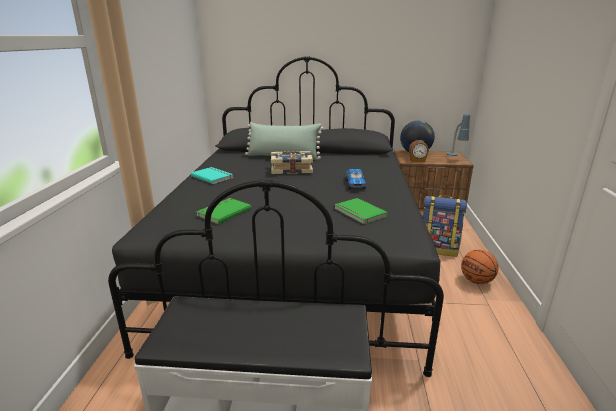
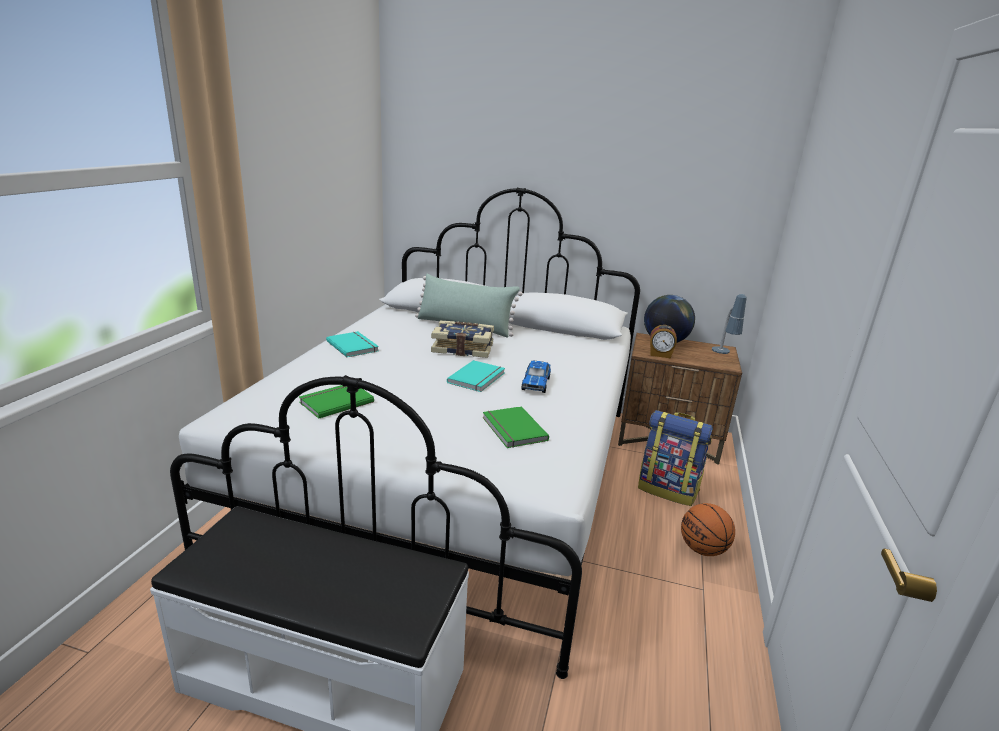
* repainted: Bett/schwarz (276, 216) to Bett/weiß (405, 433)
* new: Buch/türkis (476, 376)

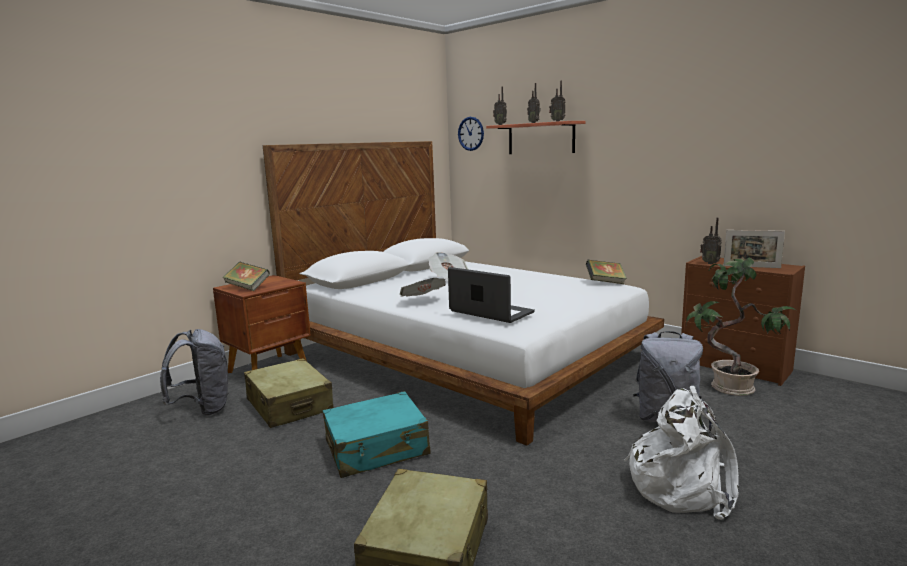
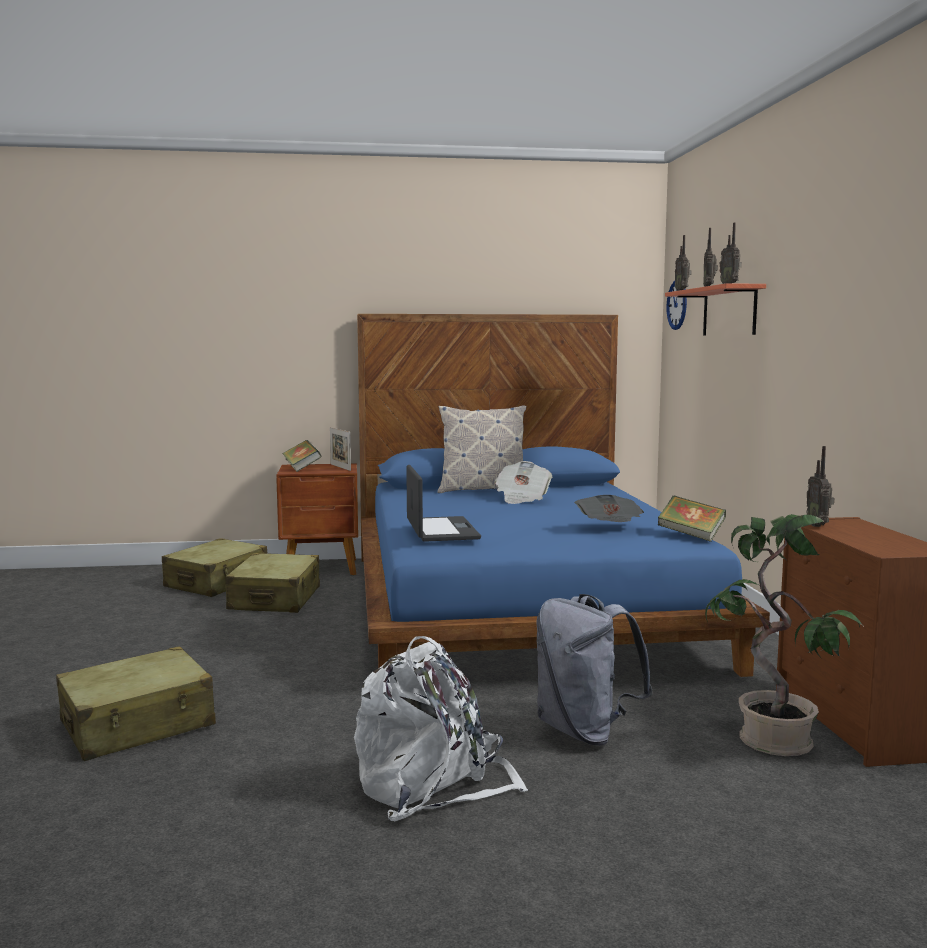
* swapped: Rucksack/grau (194, 372) to Koffer/beige (214, 567)
* shifted: Bilderrahmen (754, 249) to (340, 449)
* repainted: Bett/weiß (463, 293) to Bett/blau (563, 495)
* new: Kissen (481, 449)
* shifted: Zeitung (423, 287) to (609, 508)
* gone: Koffer/türkis (376, 434)

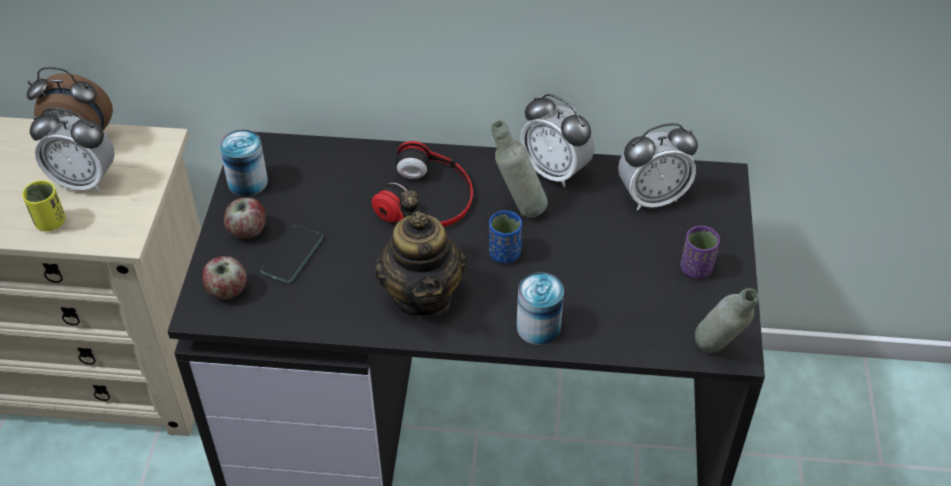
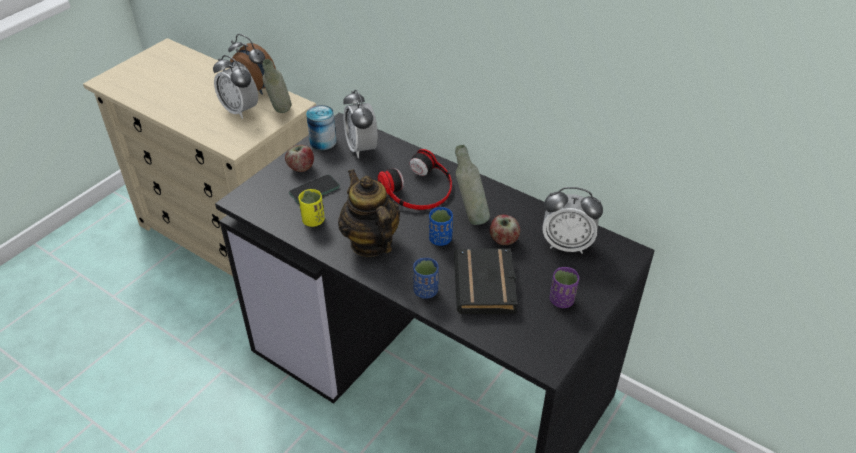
* shifted: Flasche/grau (727, 320) to (276, 86)
* shifted: Tasse/gelb (44, 205) to (311, 208)
* rotated: Teekanne (420, 254) = (369, 213) 135 degrees clockwise
* shifted: Wecker (557, 140) to (360, 124)
* swapped: Dose (540, 308) to Tasse/blau (426, 278)
* new: Buch/schwarz (486, 281)
* shifted: Apfel (224, 277) to (505, 230)

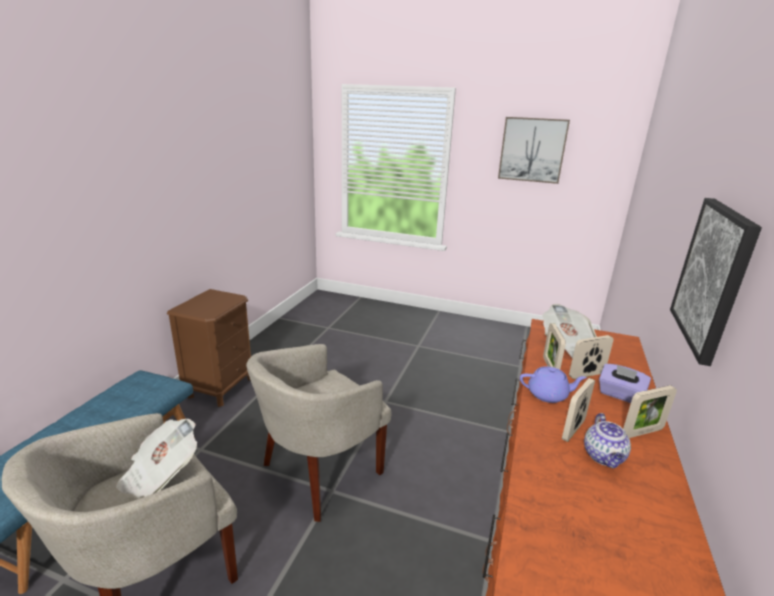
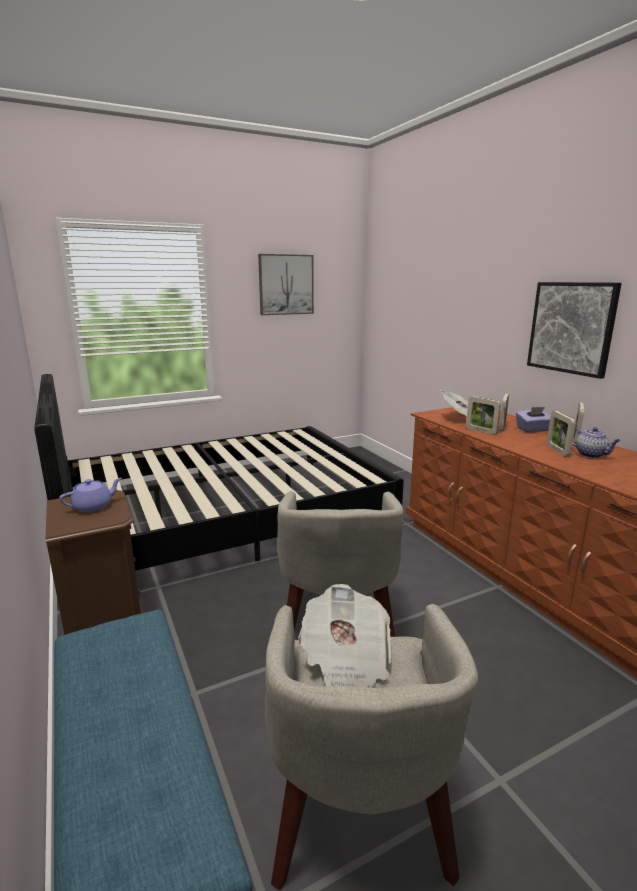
* new: Bett/schwarz (219, 472)
* shifted: Teekanne/lila (553, 384) to (90, 495)

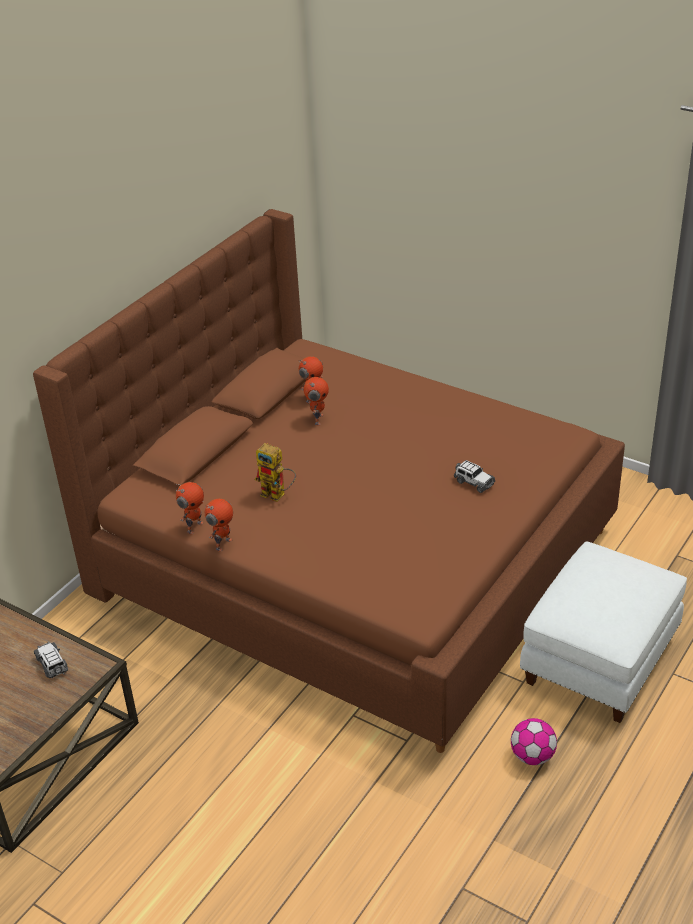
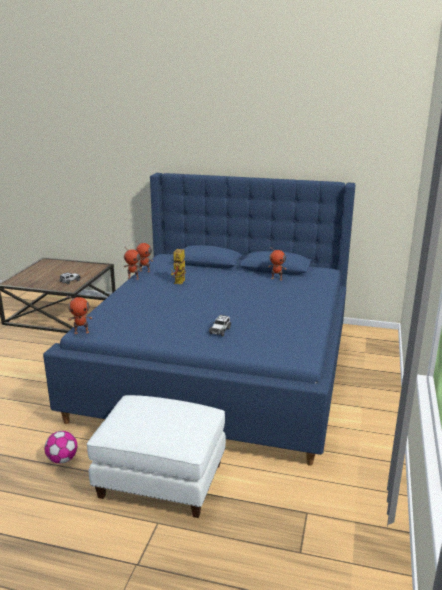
* repainted: Bett/braun (329, 481) to Bett/blau (199, 319)
* shifted: Spielzeugroboter (316, 401) to (79, 315)

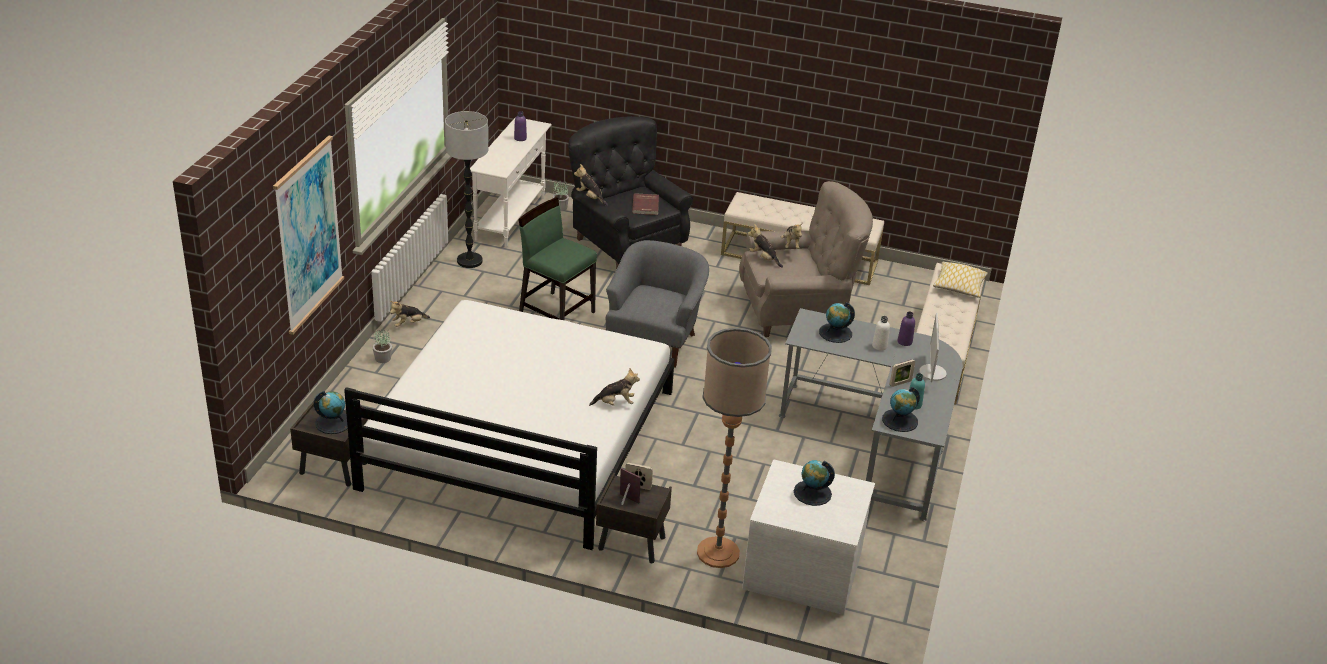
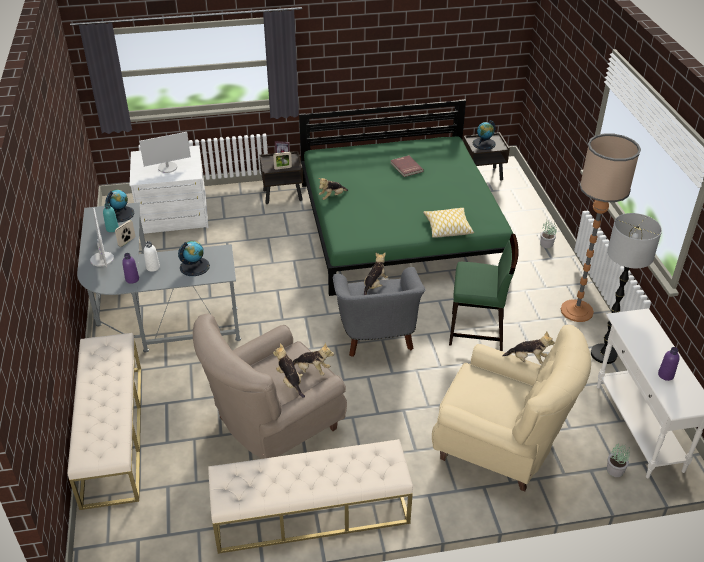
* swapped: Globus (814, 483) to Monitor (165, 152)
* repainted: Bett/weiß (509, 425) to Bett/grün (406, 197)
* shifted: Plüschtier (410, 314) to (376, 274)
* shifted: Buch/rot (645, 204) to (407, 166)
* shifted: Kissen (960, 280) to (448, 223)
* repainted: Sessel/schwarz (630, 193) to Sessel/beige (511, 408)
* shifted: Stehlampe (734, 448) to (601, 227)
* gone: Bild (308, 235)

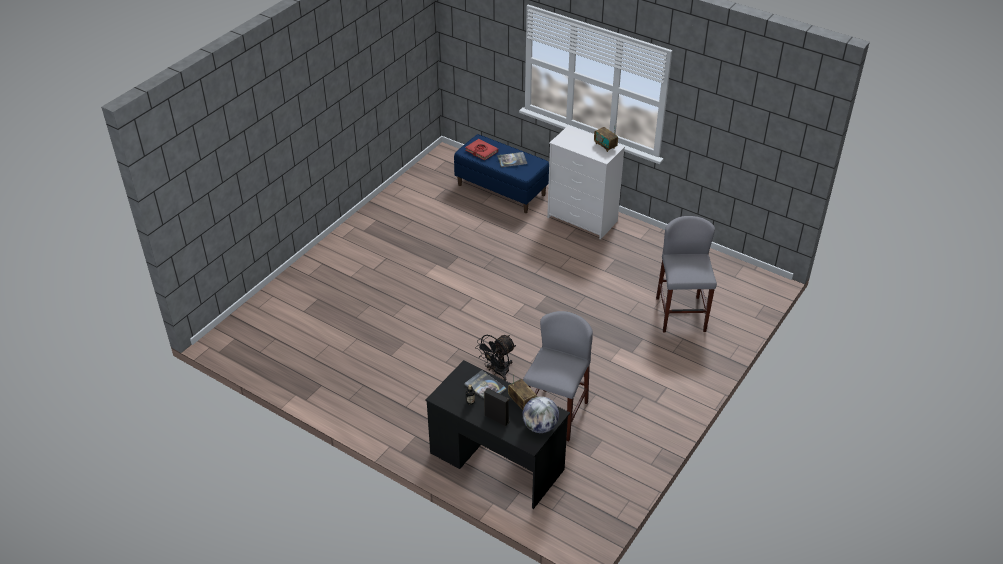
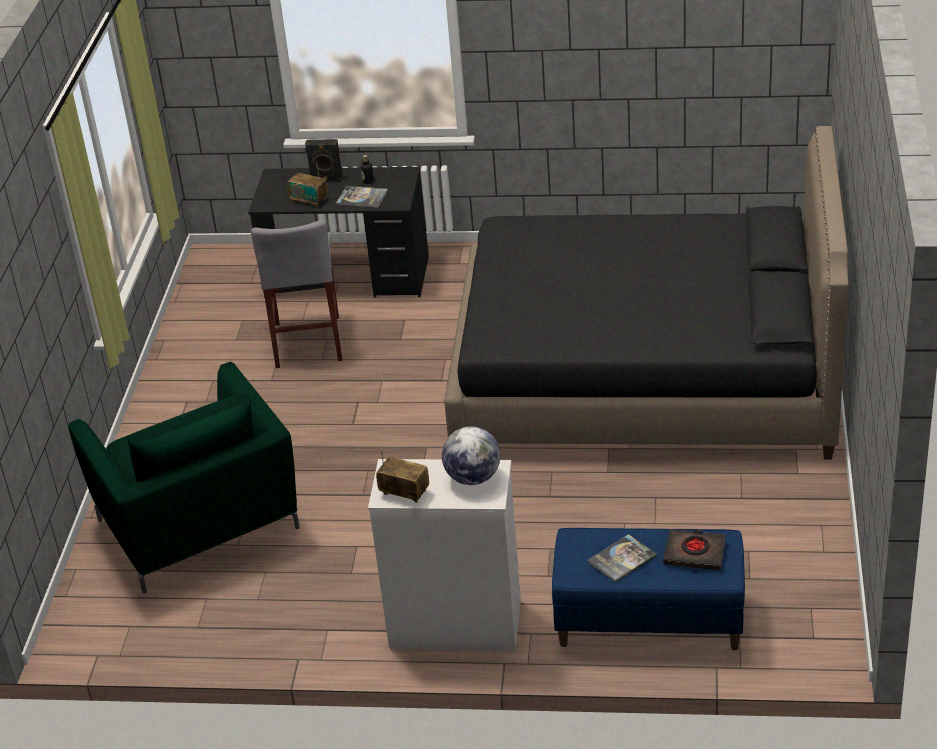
* swapped: Hocker/grau (686, 274) to Sessel/grün (183, 477)
* shifted: Globus (541, 414) to (471, 455)
* new: Bett/schwarz (646, 292)
* repainted: Buch/rot (481, 149) to Buch/schwarz (694, 549)
* gone: Ventilator/schwarz (495, 358)

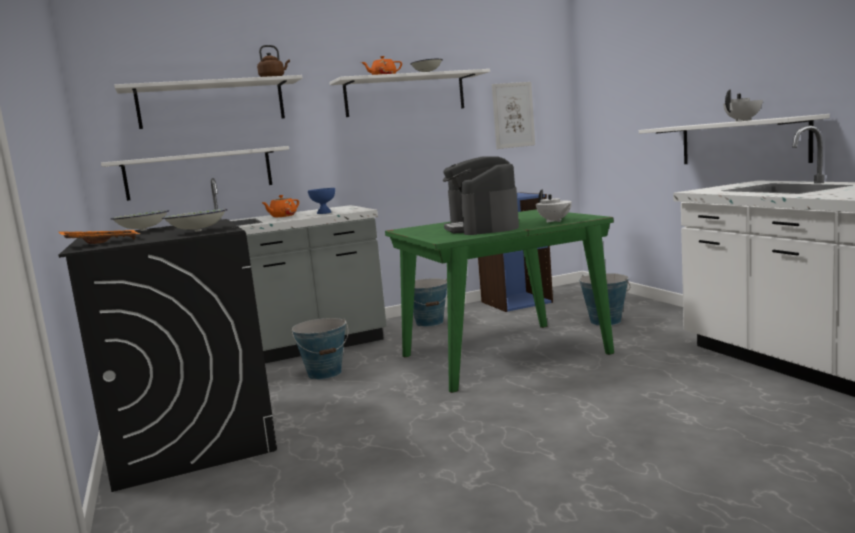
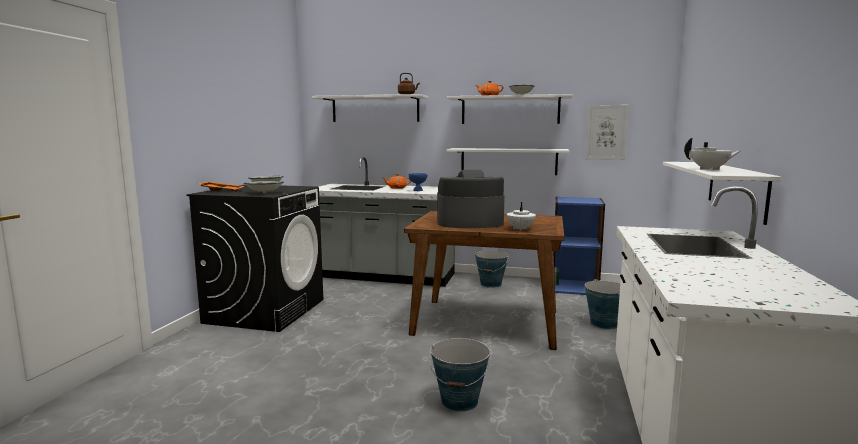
* repainted: Esstisch/grün (499, 301) to Esstisch/braun (484, 280)
* shifted: Eimer (319, 349) to (460, 375)
* rotated: Kaffeemaschine (481, 195) = (471, 199) 60 degrees clockwise
* shifted: Wandregal/weiß (195, 173) to (508, 161)

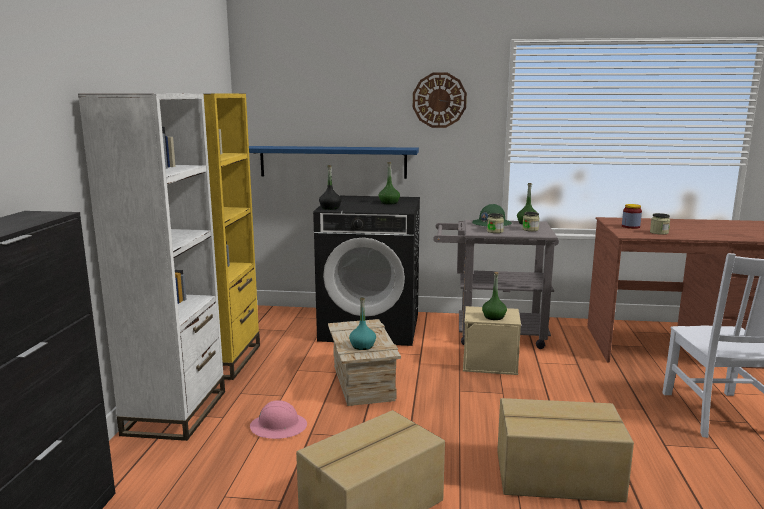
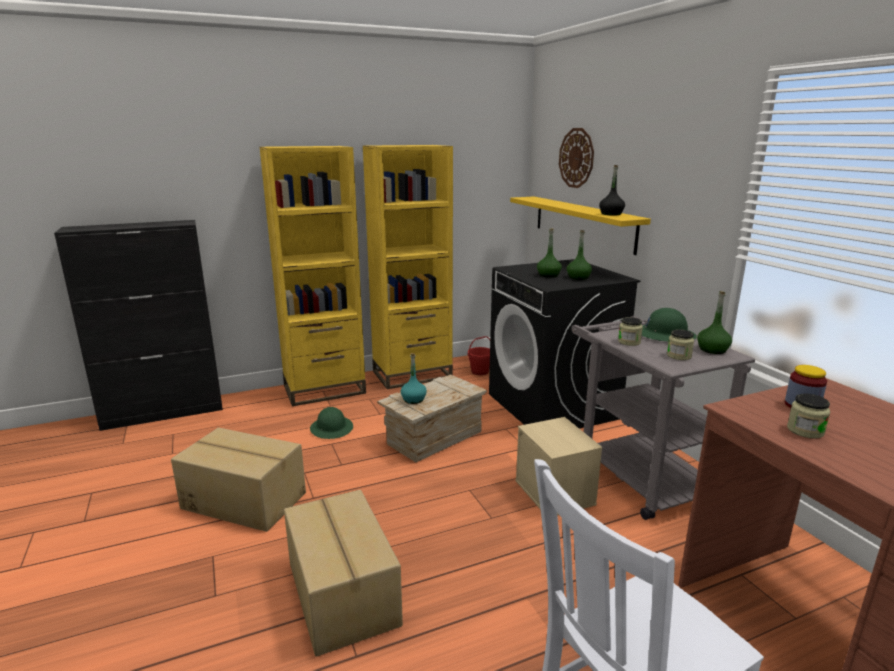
* repainted: Bücherregal/weiß (151, 267) to Bücherregal/gelb (312, 276)
* repainted: Schutzhelm/rosa (278, 419) to Schutzhelm/grün (331, 423)
* new: Eimer/rot (479, 355)
* repainted: Wandregal/blau (334, 162) to Wandregal/gelb (580, 225)
* shifted: Flasche/grün (494, 296) to (549, 252)
* shifted: Wanduhr (440, 100) to (576, 158)
* shifted: Flasche/schwarz (330, 187) to (612, 190)

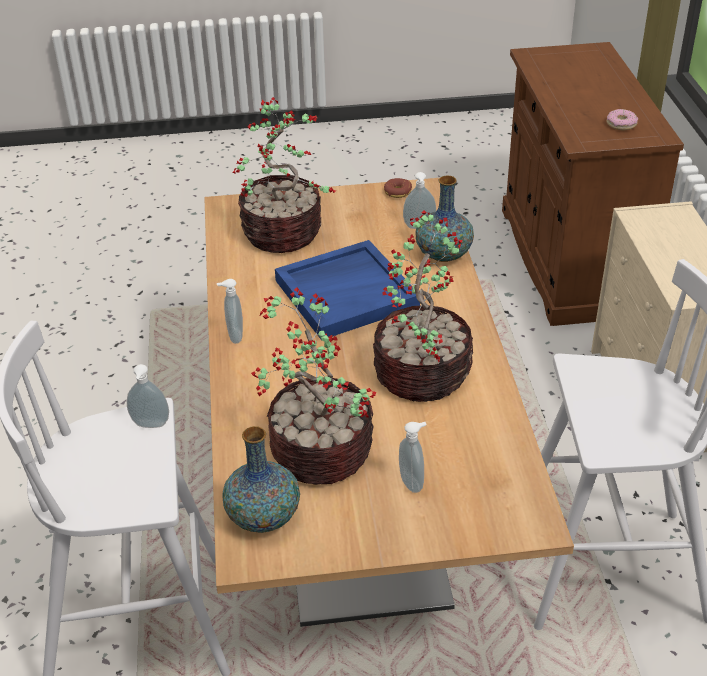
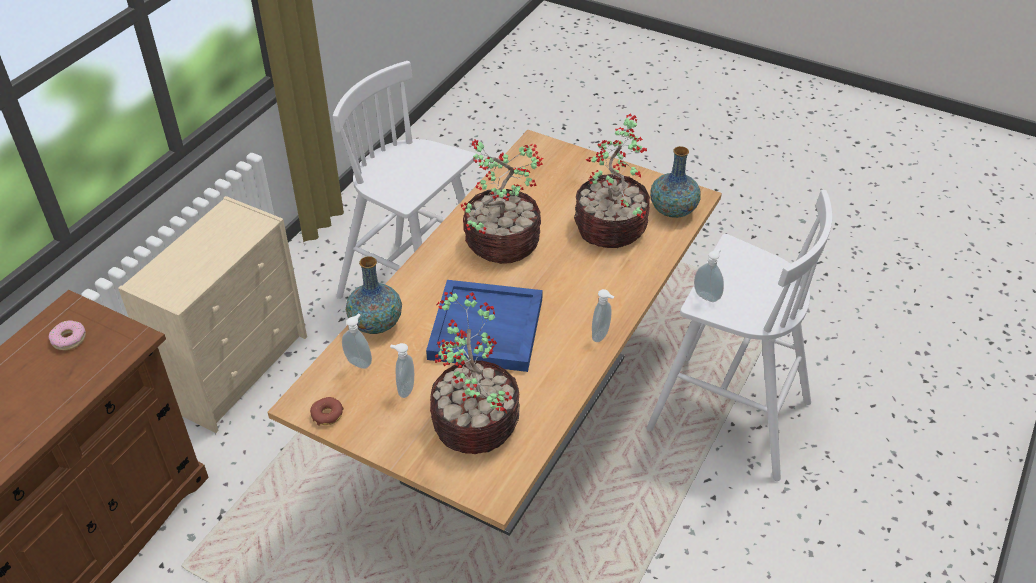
* shifted: Seifenspender (413, 457) to (402, 370)

